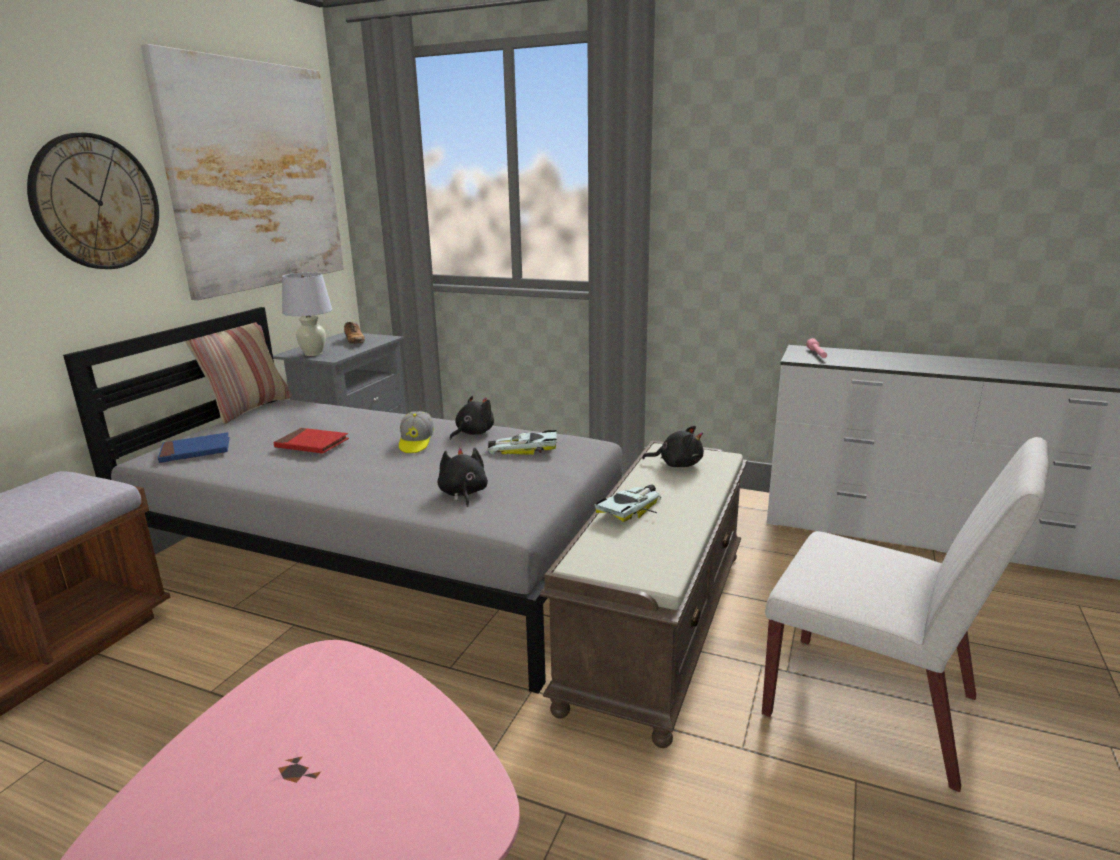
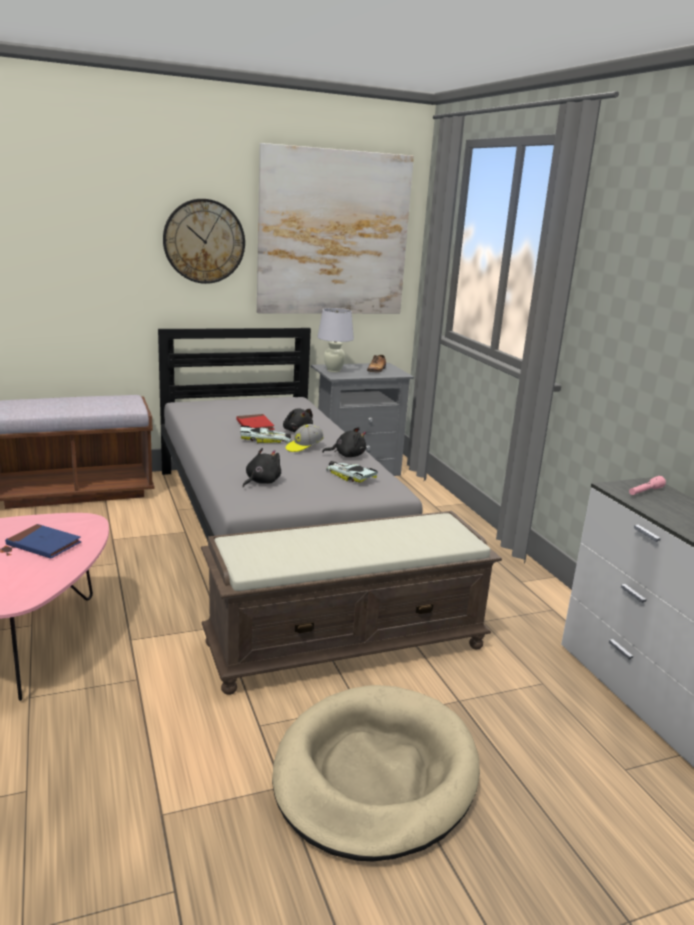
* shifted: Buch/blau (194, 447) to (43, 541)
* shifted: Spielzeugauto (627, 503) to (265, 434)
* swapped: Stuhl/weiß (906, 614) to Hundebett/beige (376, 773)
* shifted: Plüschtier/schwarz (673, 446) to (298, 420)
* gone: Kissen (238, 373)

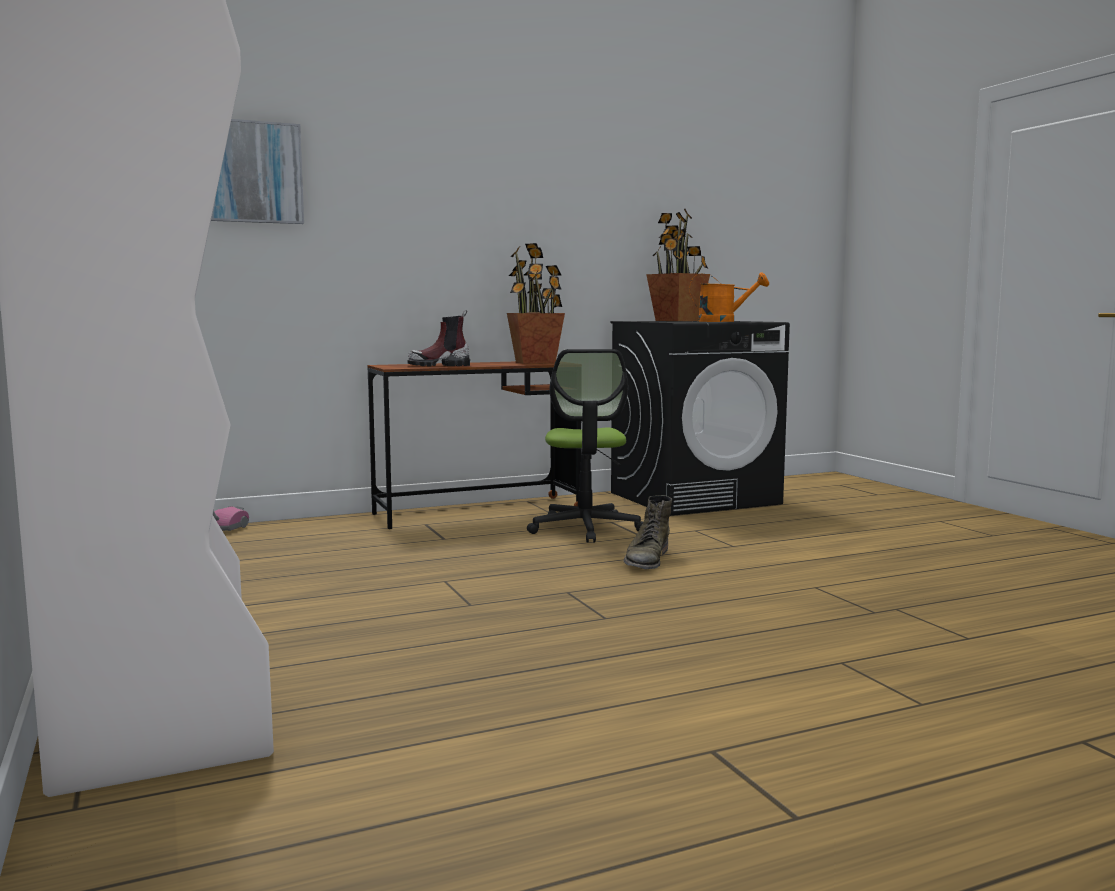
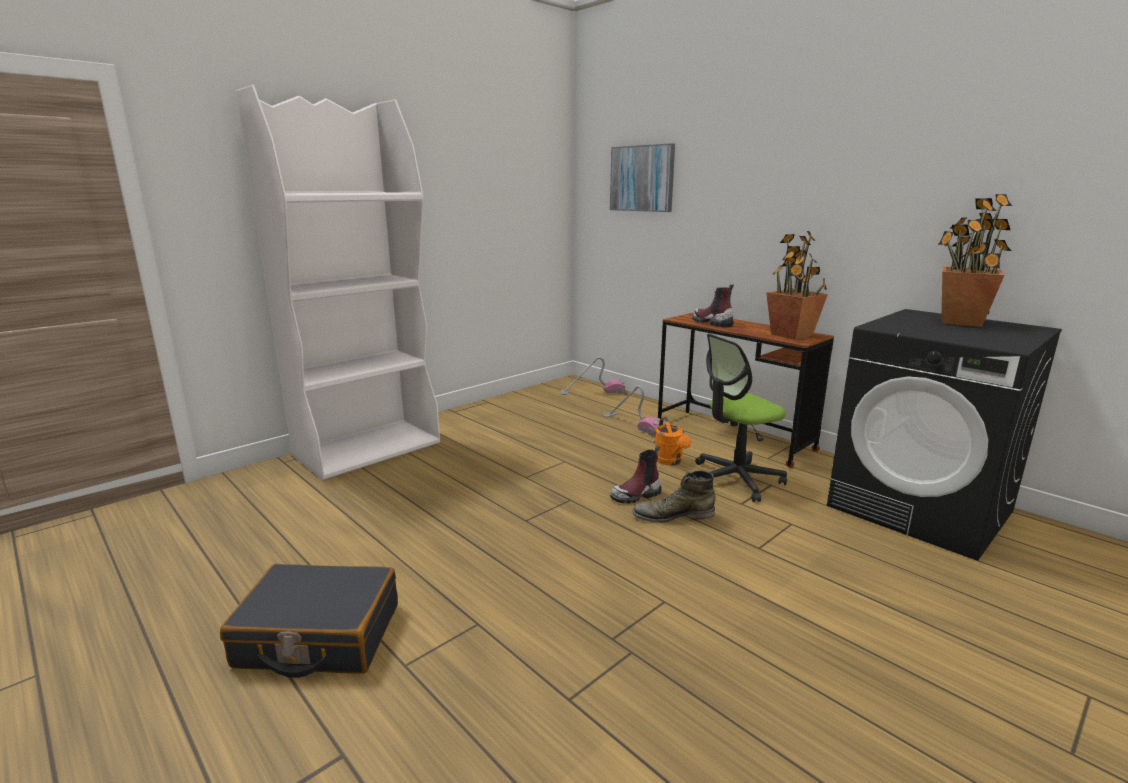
* new: Koffer/schwarz (309, 621)
* new: Staubsauger (634, 410)
* new: Stiefel (636, 474)
* shifted: Gießkanne/orange (729, 297) to (673, 441)

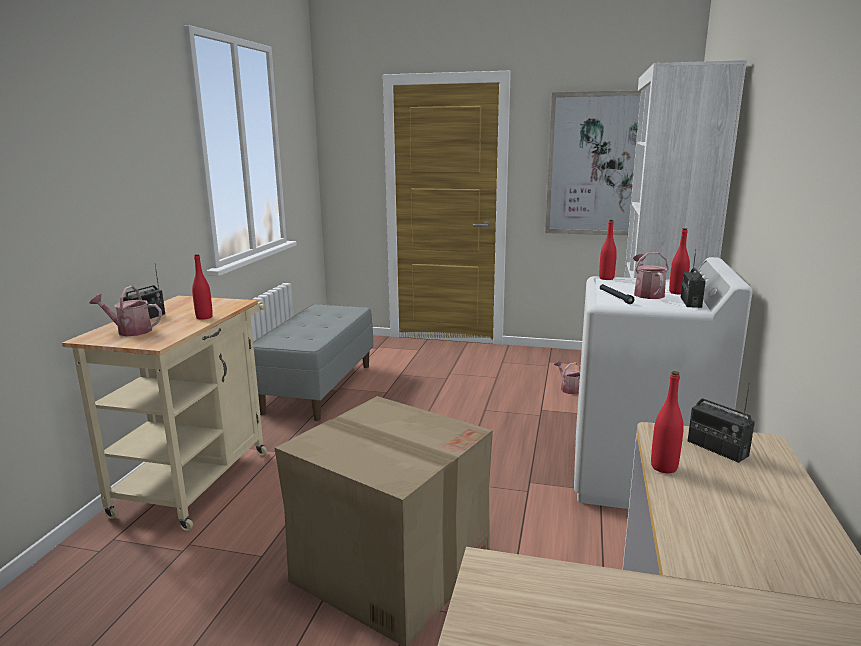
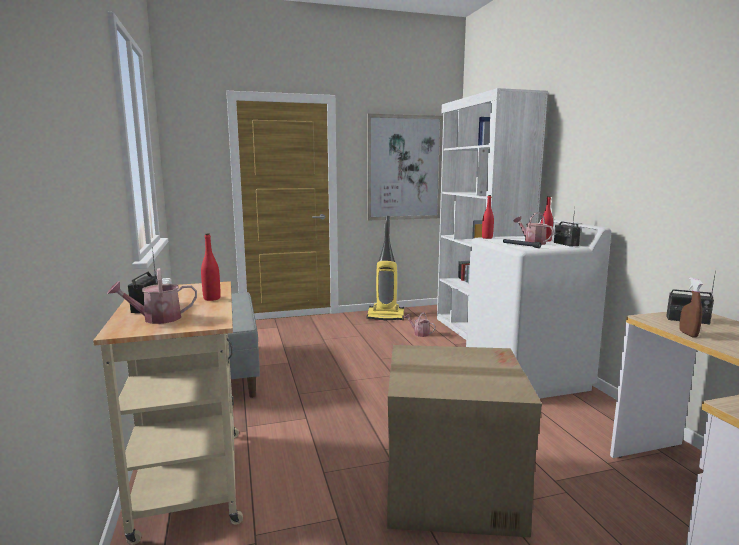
* new: Staubsauger (385, 268)
* swapped: Flasche/rot (667, 422) to Sprühflasche/braun (691, 307)

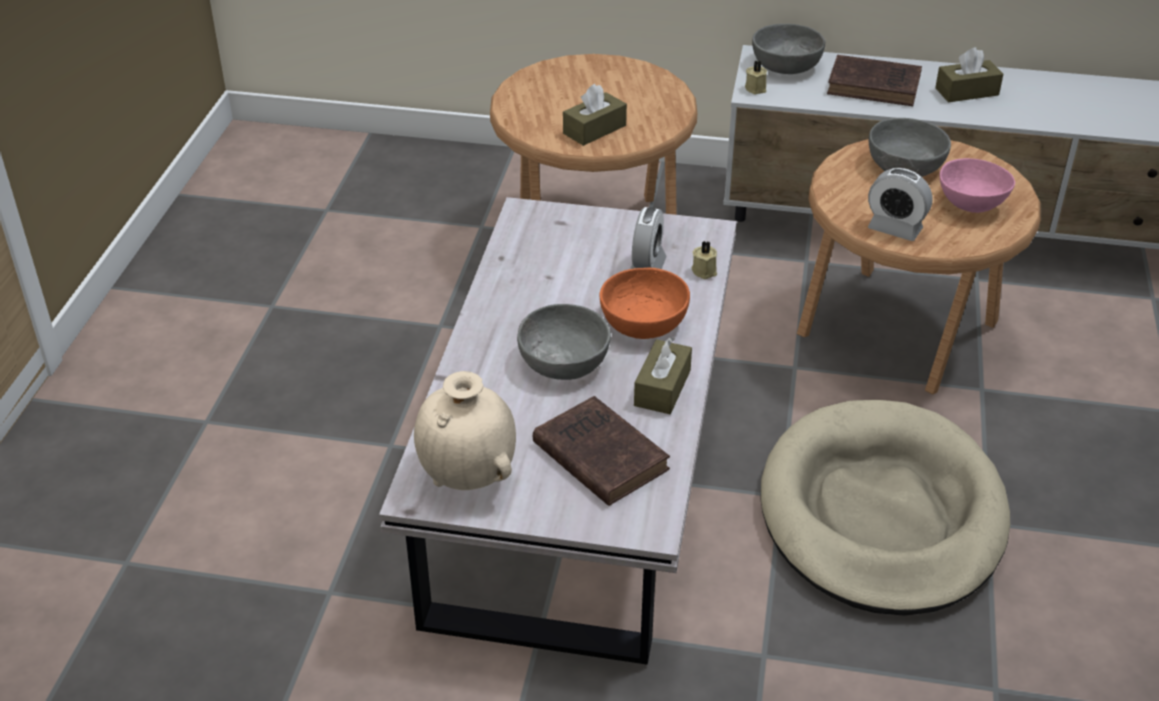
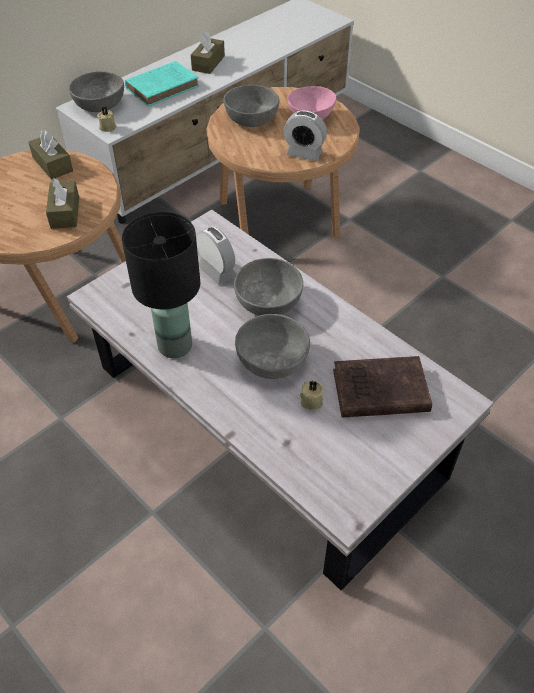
* shifted: Taschentuchbox/braun (663, 375) to (50, 154)
* new: Tischlampe/schwarz (161, 285)
* repainted: Buch/braun (874, 80) to Buch/türkis (162, 84)
* repainted: Schüssel/orange (645, 303) to Schüssel/grau (268, 287)
* rotated: Wecker (900, 204) = (305, 135) 45 degrees clockwise
* shifted: Kerze/beige (704, 260) to (311, 395)
* gone: Vase/beige (465, 430)
* gone: Hundebett/beige (885, 508)

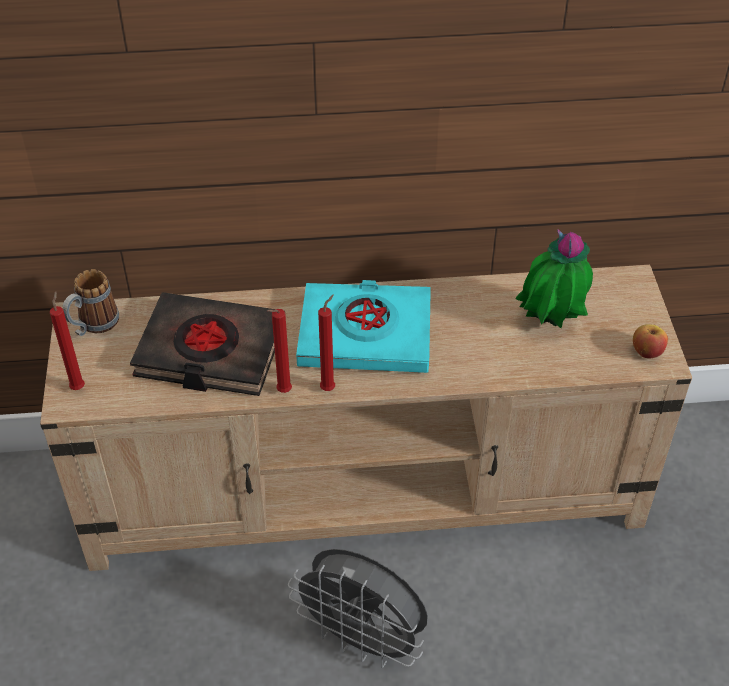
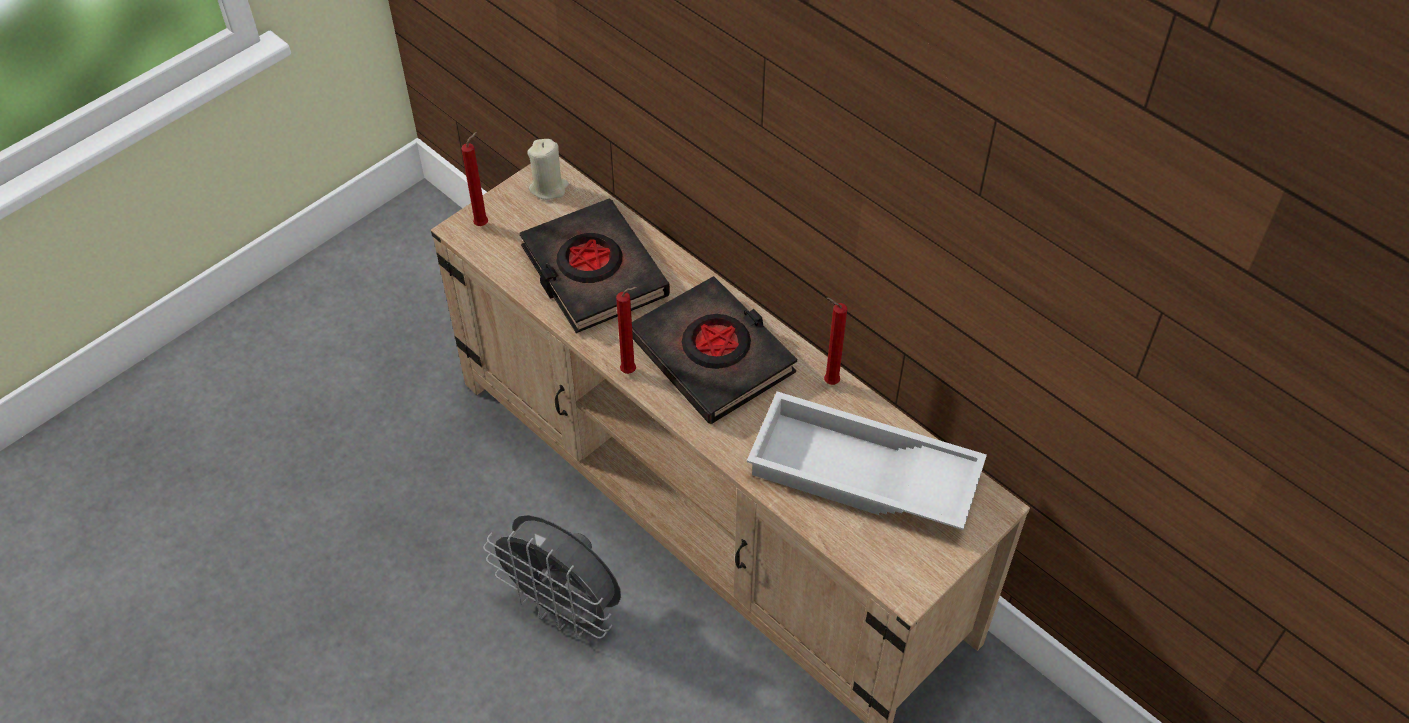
* rotated: Ventilator/grau (358, 608) = (552, 577) 45 degrees counterclockwise
* swapped: Henkelbecher (90, 302) to Kerze/beige (548, 169)
* repainted: Buch/türkis (363, 326) to Buch/schwarz (714, 350)
* swapped: Topfpflanze (554, 278) to Tablett/weiß (867, 460)
* shifted: Kerze/rot (279, 351) to (835, 341)
* gone: Apfel (650, 341)

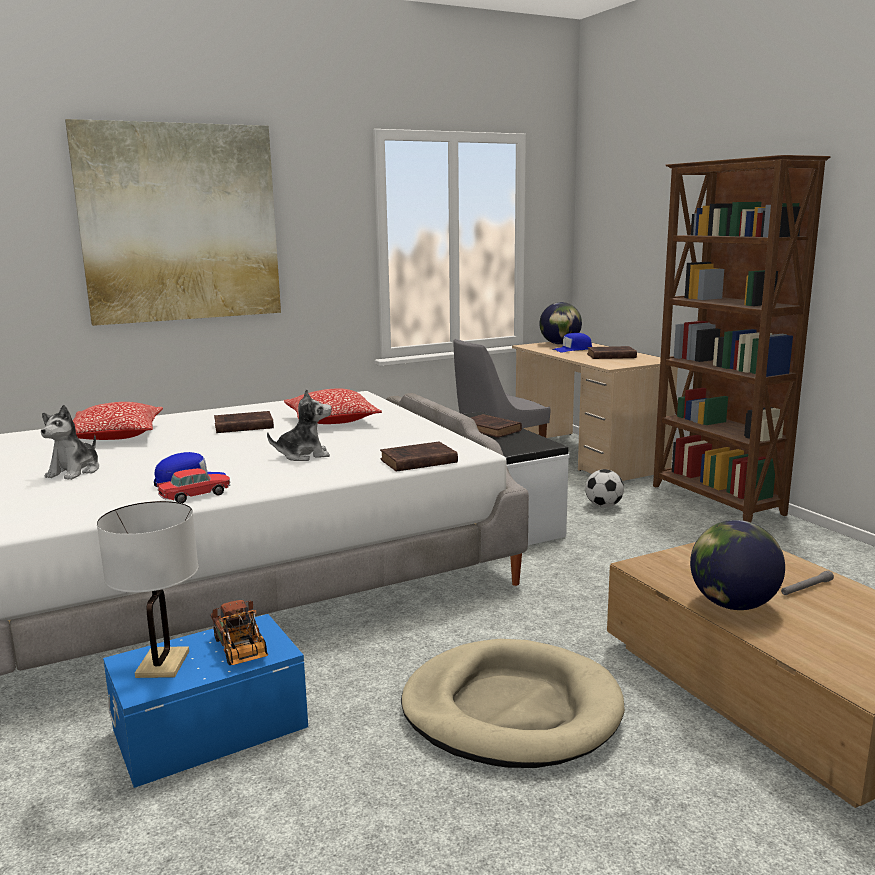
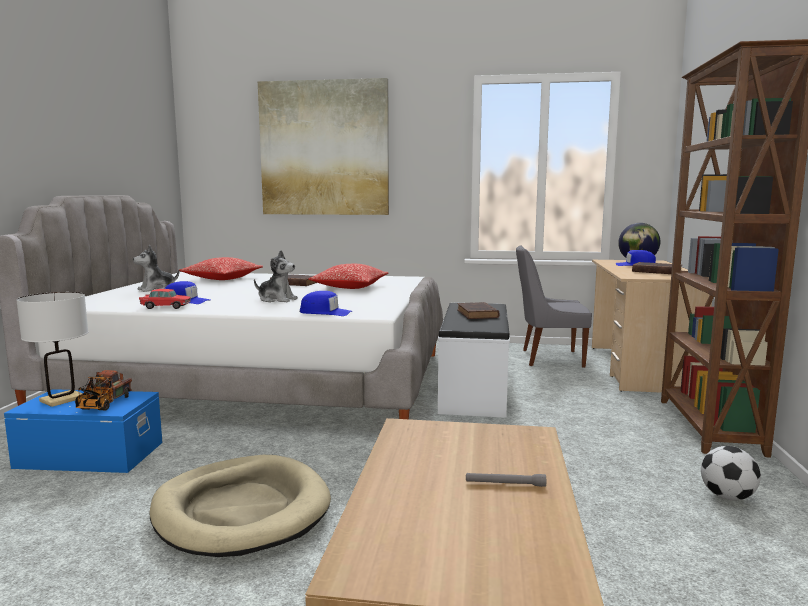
* swapped: Buch/braun (419, 457) to Kappe/blau (326, 303)
* shifted: Fußball (604, 488) to (731, 473)
* gone: Globus (737, 565)

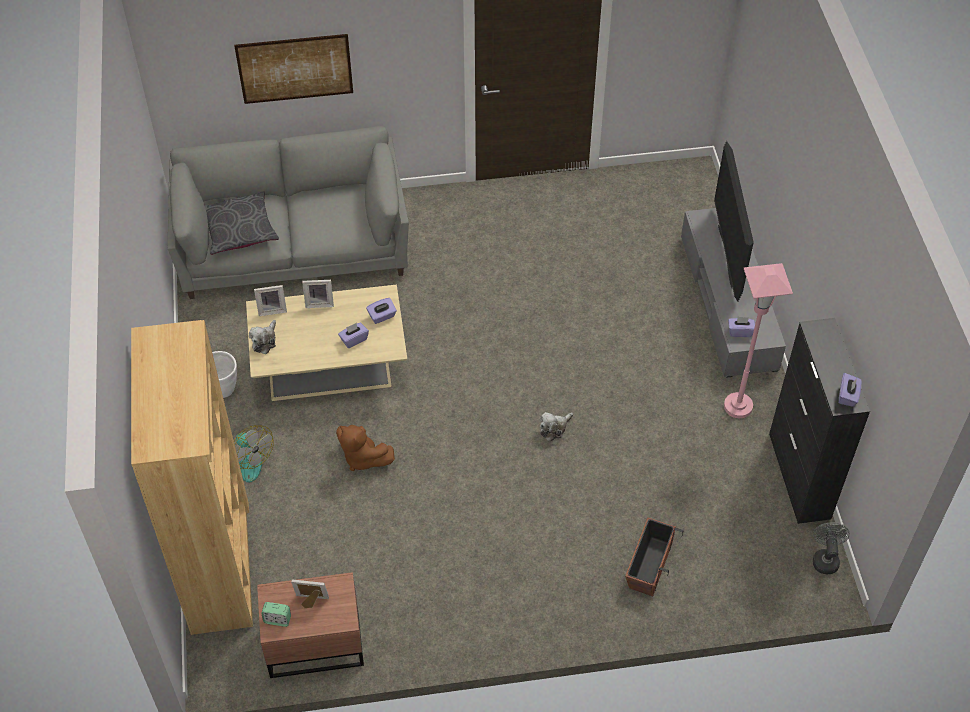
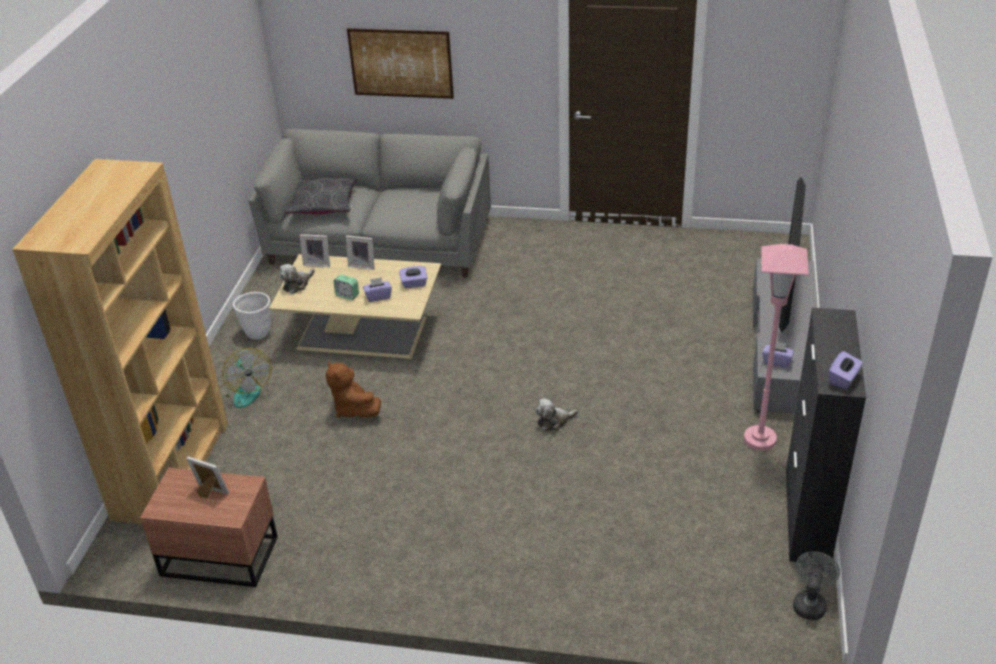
* shifted: Wecker (276, 614) to (346, 287)
* gone: Pflanzkübel (654, 557)

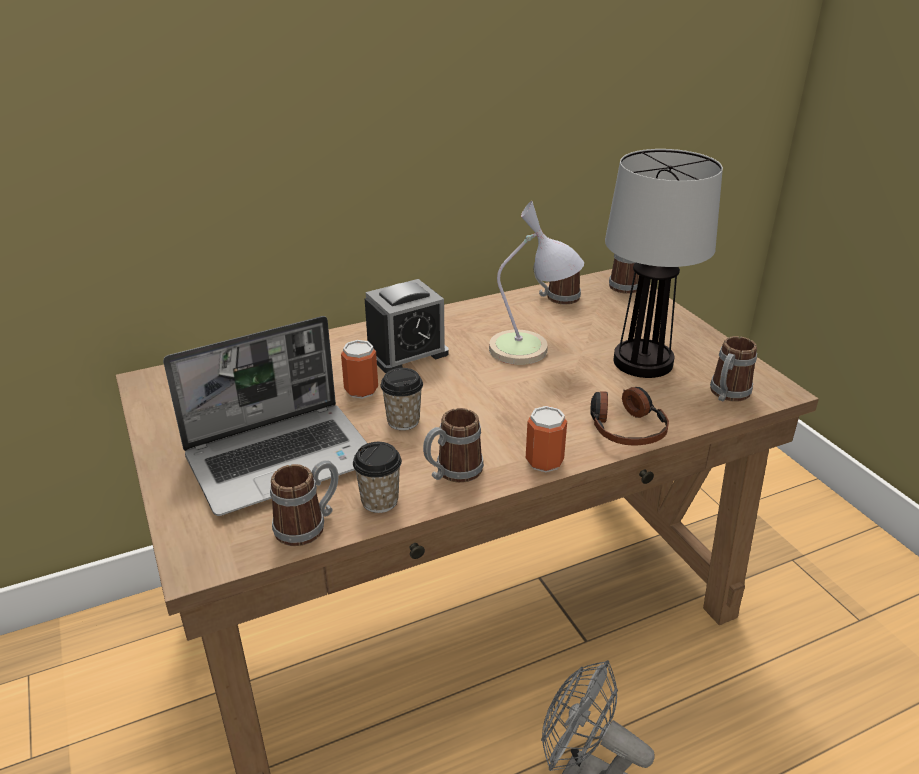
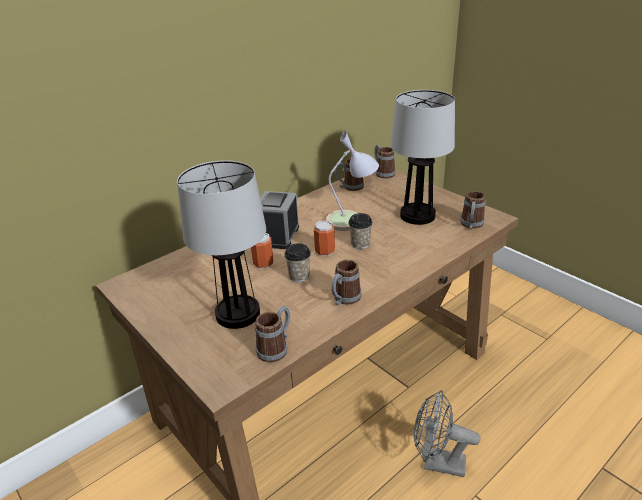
* swapped: Laptop (265, 416) to Tischlampe (221, 244)
* rotated: Wecker (407, 326) = (279, 220) 150 degrees clockwise
* shifted: Dose (546, 439) to (324, 238)
* shifted: Tasse (377, 477) to (360, 231)
* gone: Kopfhörer (629, 416)

